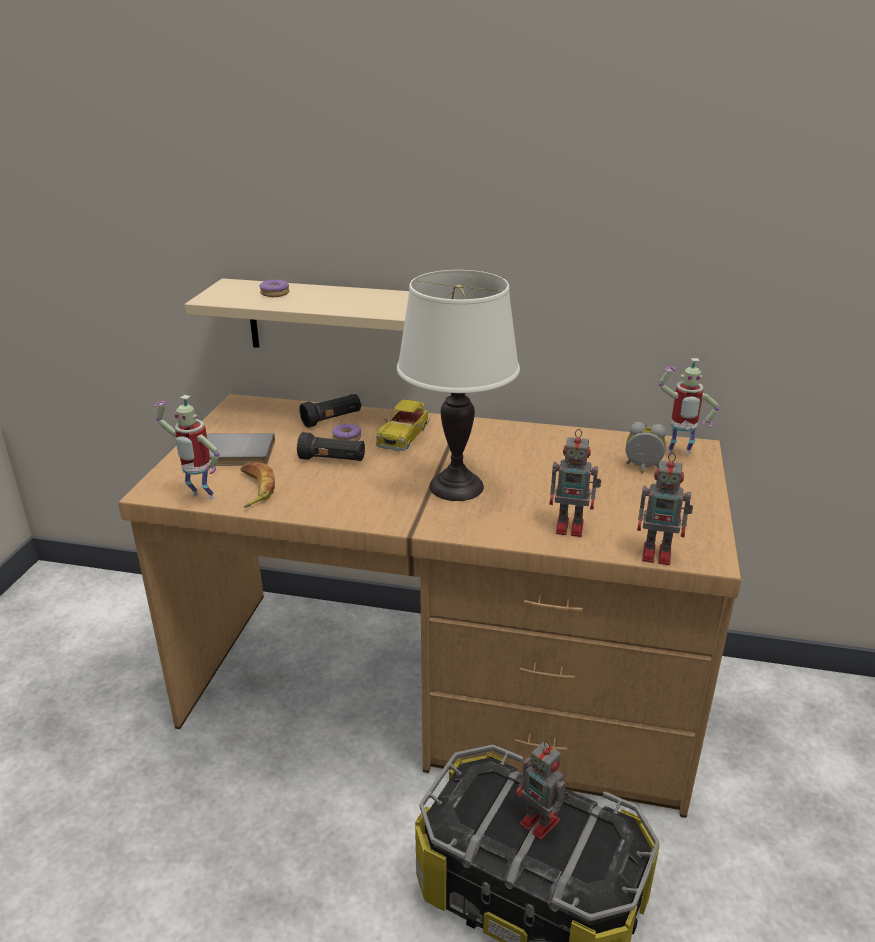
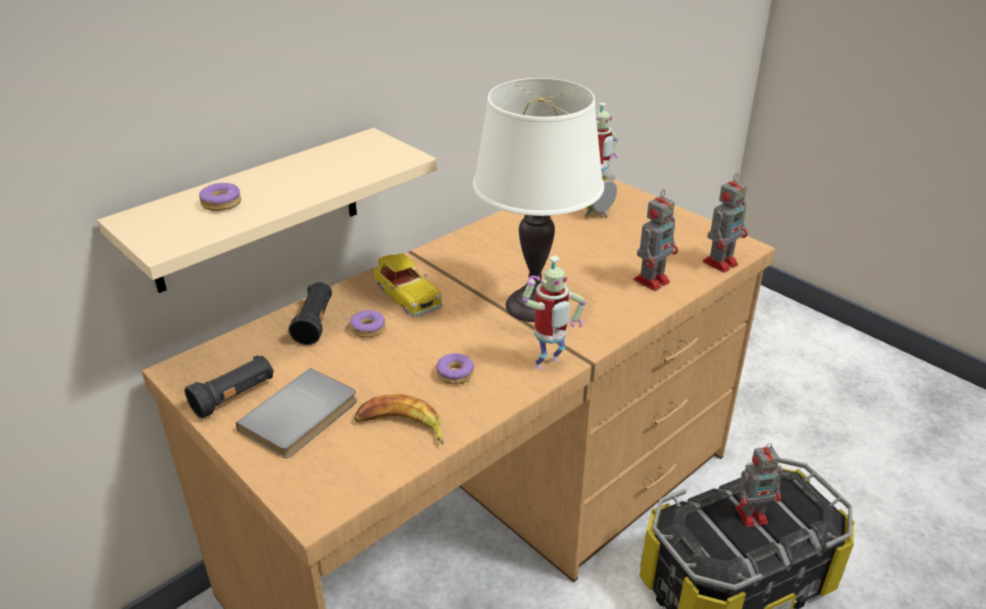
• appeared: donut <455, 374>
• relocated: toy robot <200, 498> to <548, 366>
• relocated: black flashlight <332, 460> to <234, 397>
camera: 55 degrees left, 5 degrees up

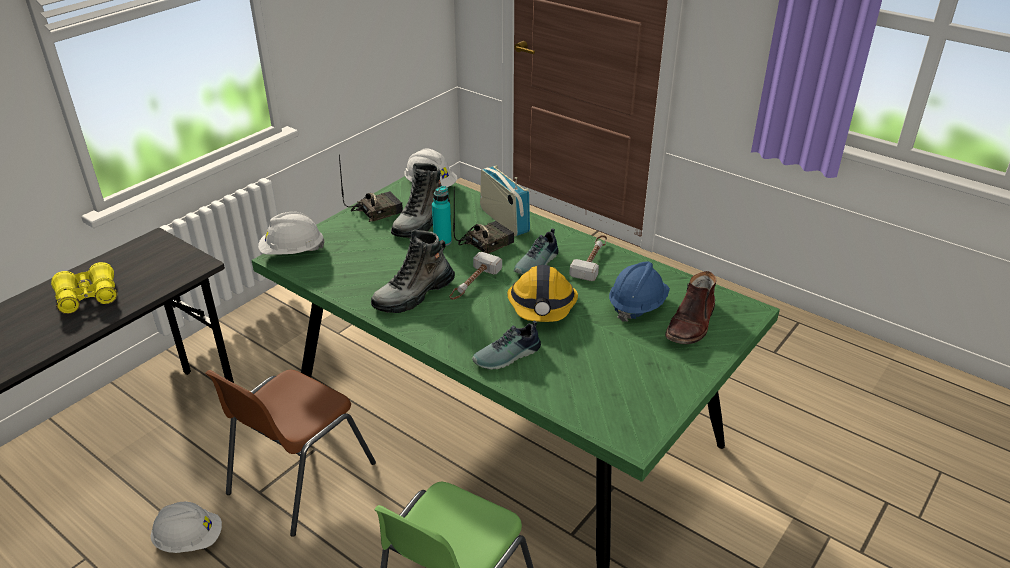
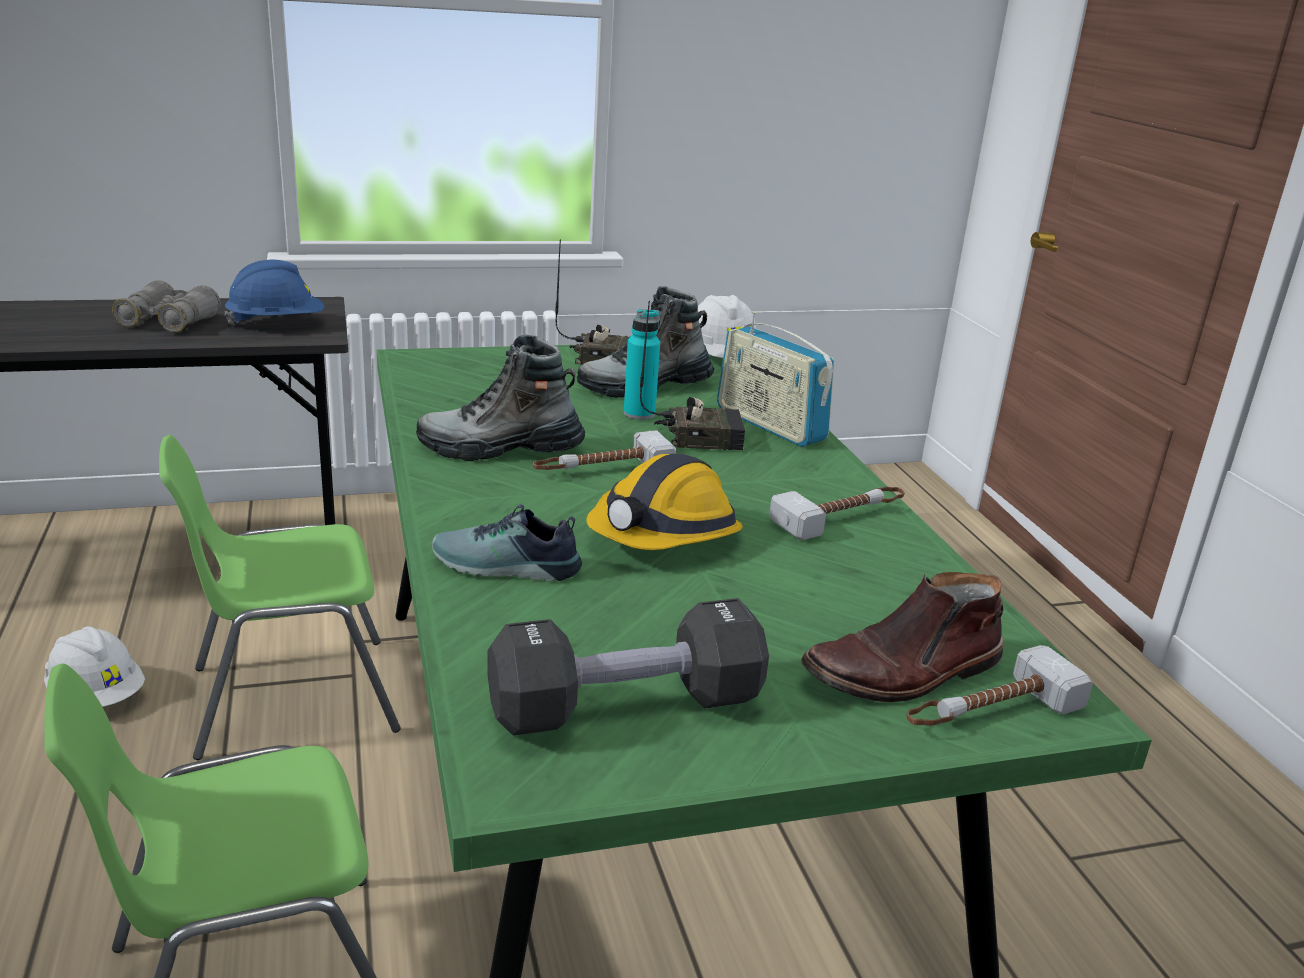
• missing: white hard hat <292, 252>
• missing: shoe <538, 263>
• appeared: black dumbbell <626, 706>
• appeared: hammer <989, 711>
• relocated: blue hard hat <637, 305> to <277, 324>
• colour: yellow binoculars <88, 297> to grey binoculars <169, 322>
• colour: brown chair <298, 479> to green chair <290, 697>
• spun: radio <504, 220> = <769, 425> 135 degrees clockwise
camera: 35 degrees right, 10 degrees down

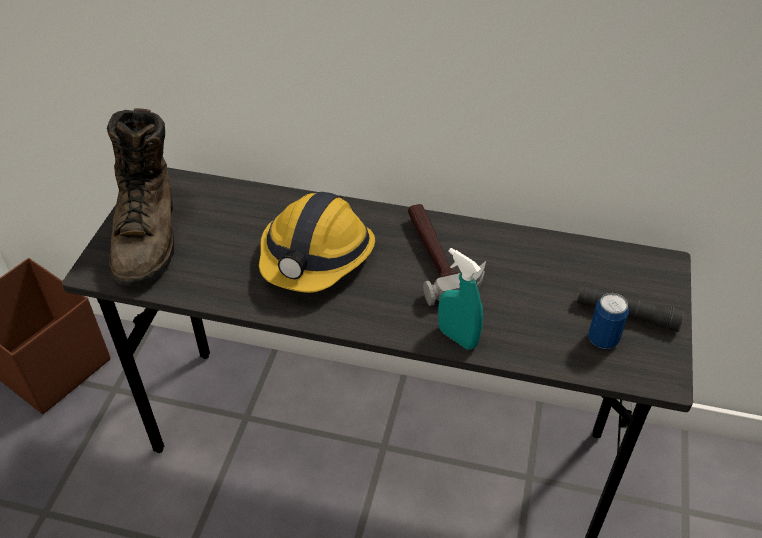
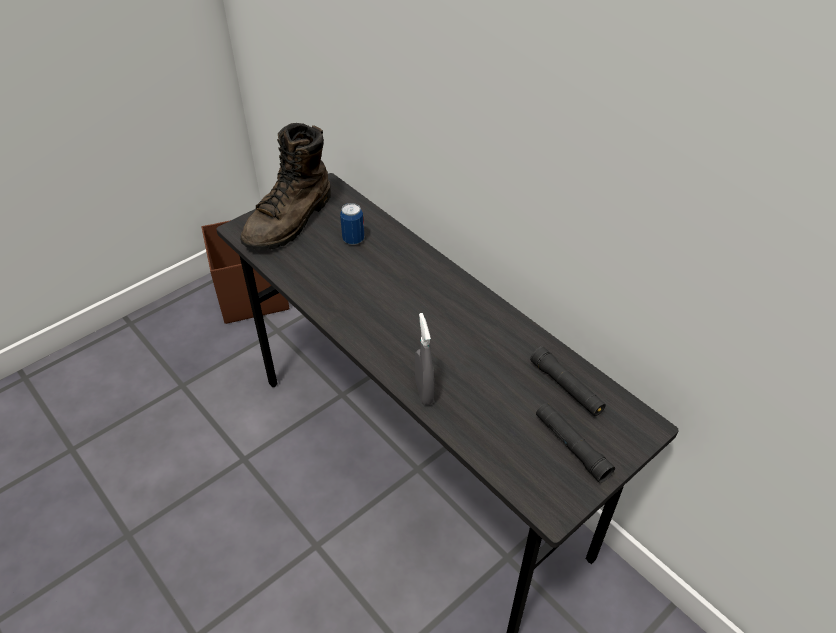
• missing: hard hat <316, 257>
• missing: hammer <440, 258>
• appeared: black flashlight <566, 387>
• relocated: can <603, 339> to <353, 239>
• colour: turquoise spray bottle <457, 337> to grey spray bottle <424, 392>
camera: 35 degrees right, 0 degrees up

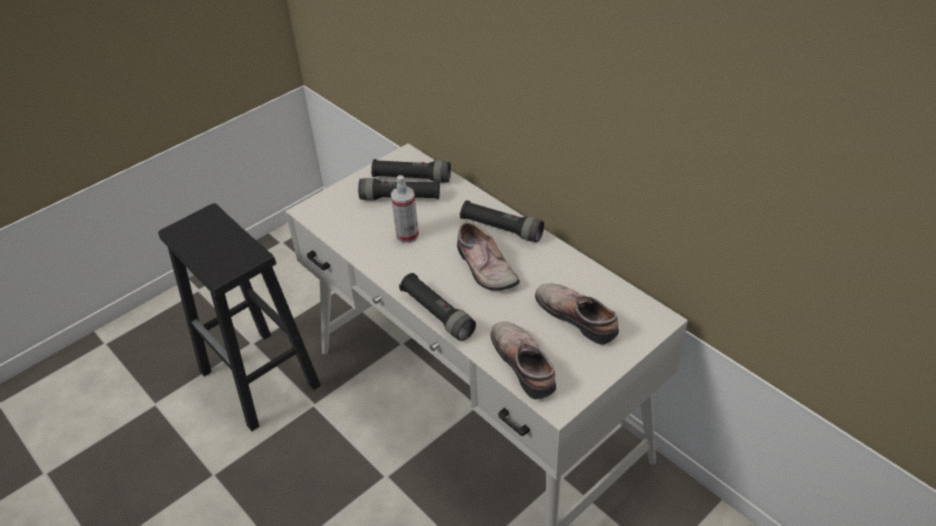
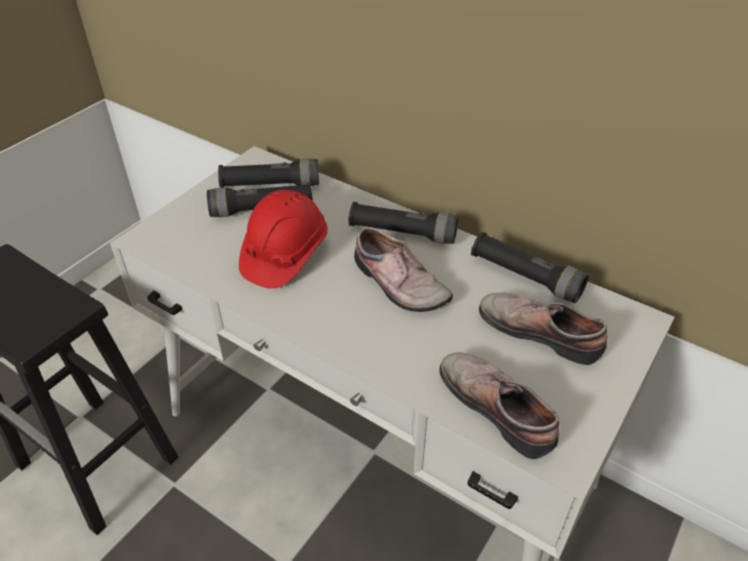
• relocated: black flashlight <437, 314> to <525, 277>
• exchanged: spray bottle <407, 235> to red hard hat <284, 255>
camera: 15 degrees left, 0 degrees up

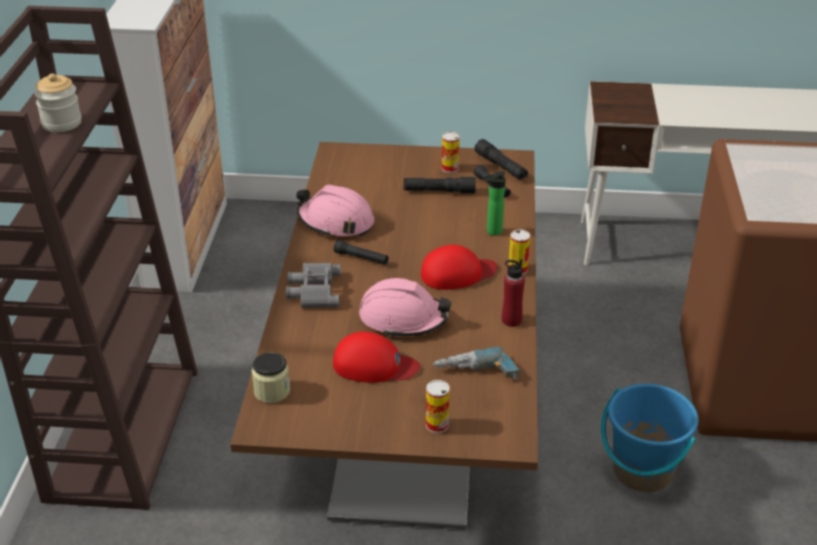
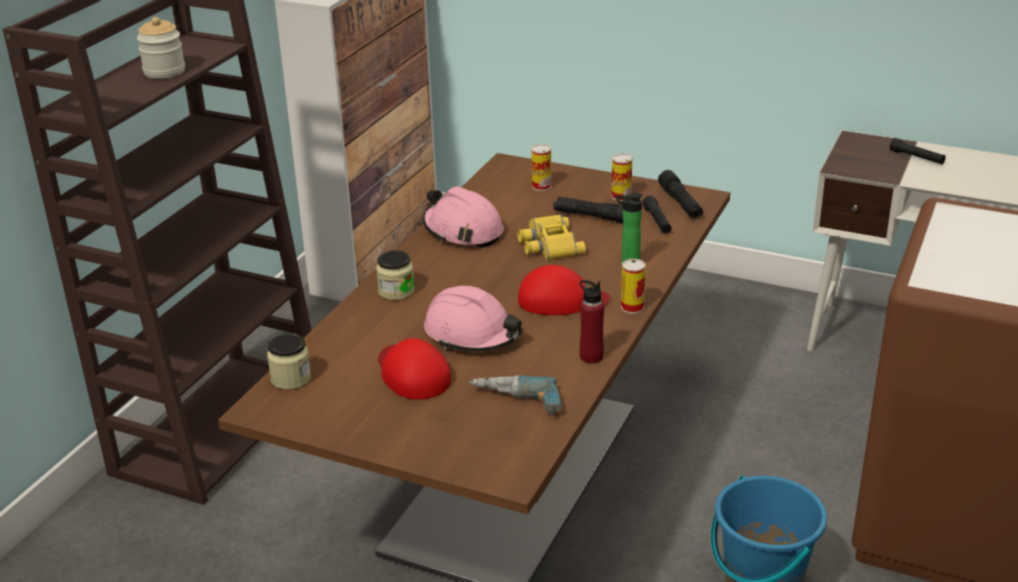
• appeared: yellow binoculars <548, 244>
• relocated: black flashlight <361, 258> to <916, 158>
• relocated: can <437, 425> to <541, 186>
• exchanged: grey binoculars <313, 290> to jar <396, 291>
• spun: red cap <374, 365> = <412, 373> 150 degrees counterclockwise
camera: 20 degrees right, 5 degrees down

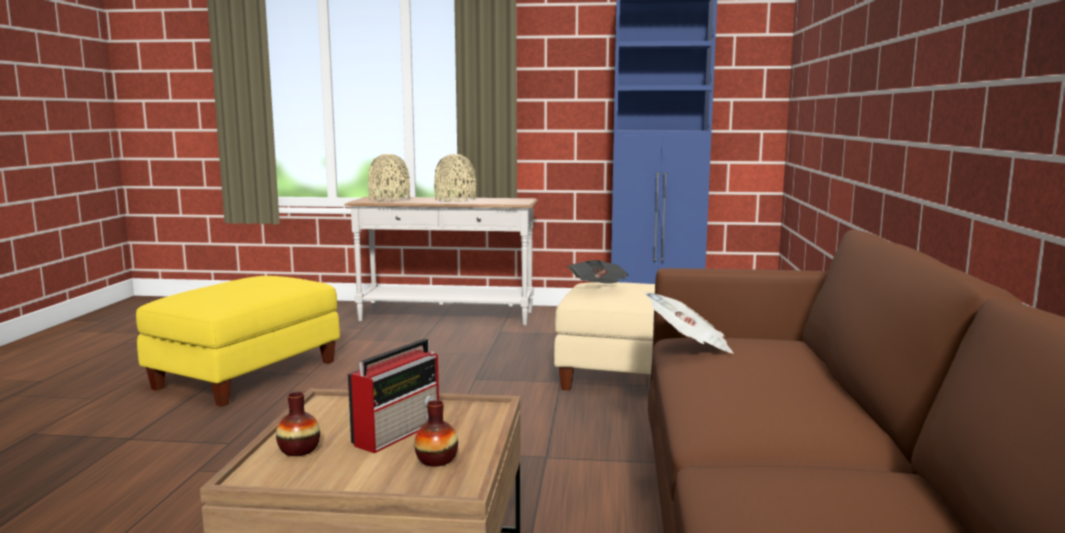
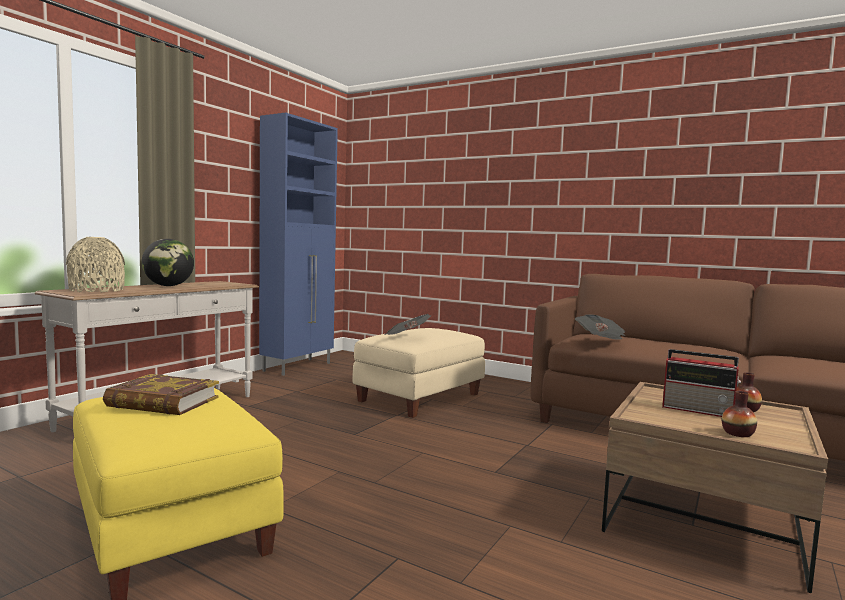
• appeared: book <163, 402>
• exchanged: beige vase <455, 199> to globe <168, 286>
• spun: radio <399, 432> = <699, 410> 150 degrees clockwise
camera: 65 degrees left, 5 degrees down

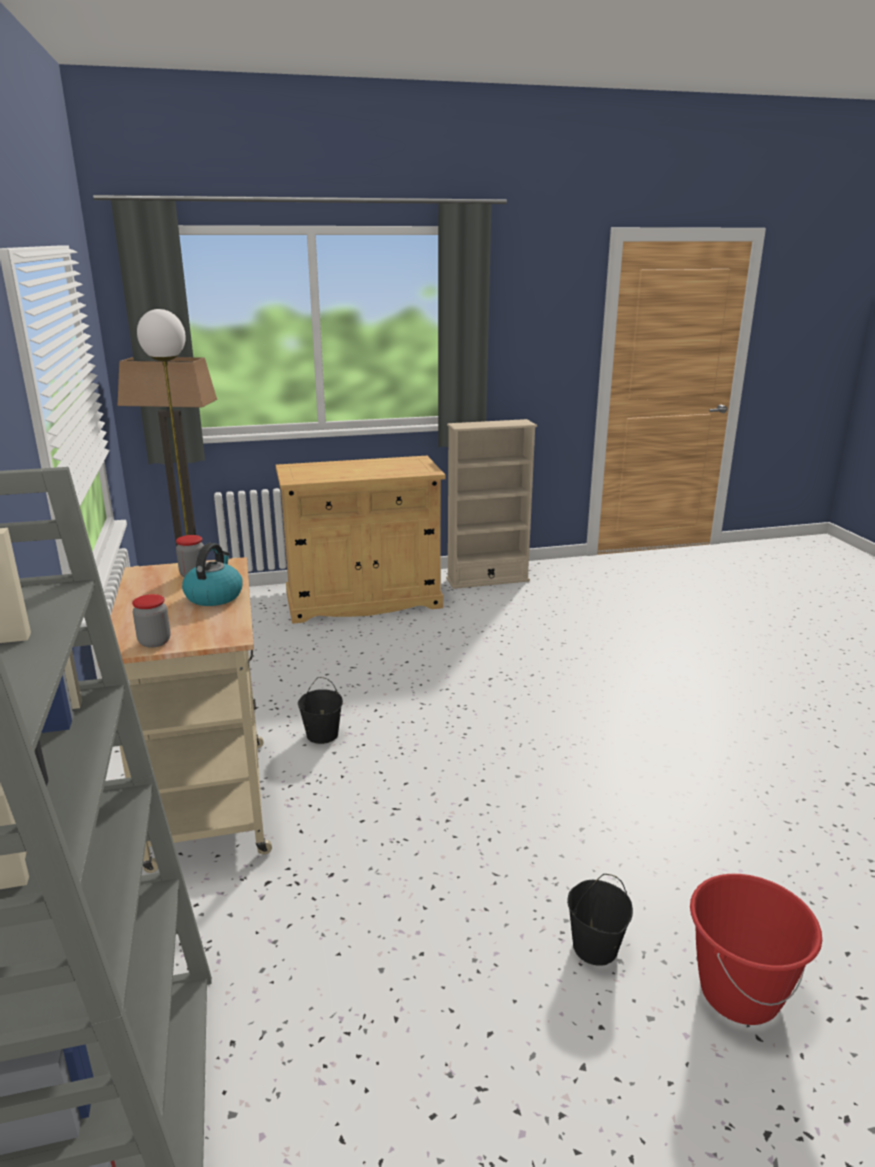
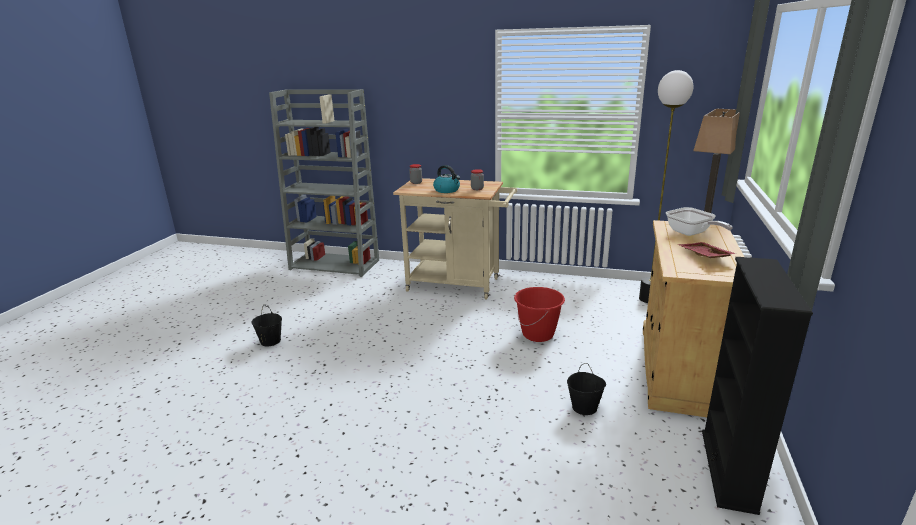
• appeared: frying pan <691, 233>
• appeared: red tray <703, 256>
• relocated: black bucket <322, 735> to <584, 407>
• relocated: red bucket <738, 993> to <538, 334>
• colour: beige bookcase <487, 580> to black bookcase <728, 469>
camera: 120 degrees right, 0 degrees up

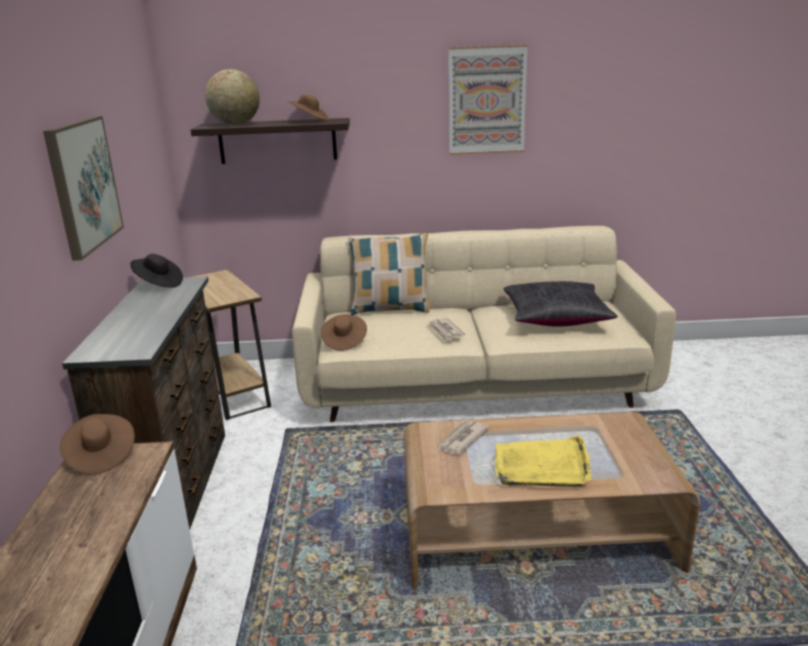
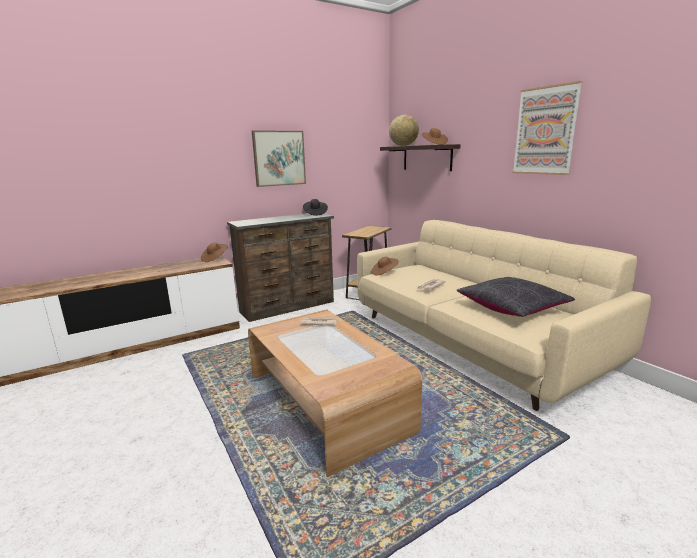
• missing: pillow <390, 309>
• missing: yellow tray <542, 466>
camera: 60 degrees right, 5 degrees down

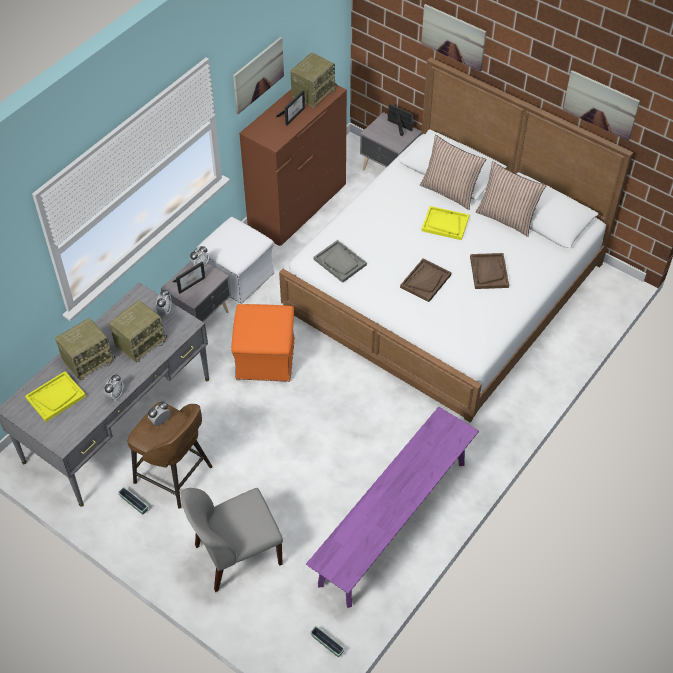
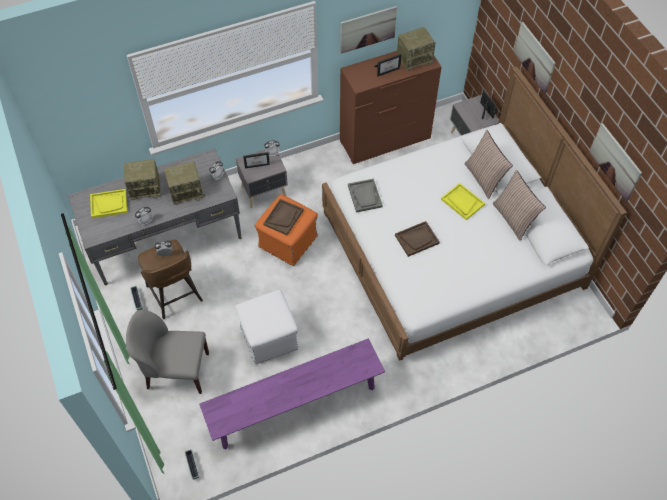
• relocated: white ottoman <237, 276> to <268, 337>
• relocated: brown tray <489, 272> to <283, 217>
camera: 30 degrees right, 5 degrees up

